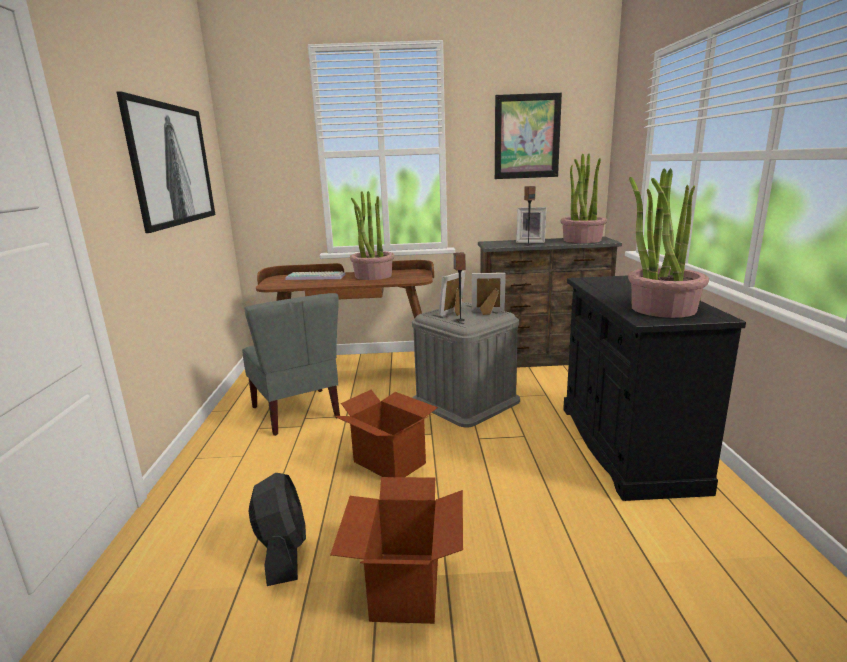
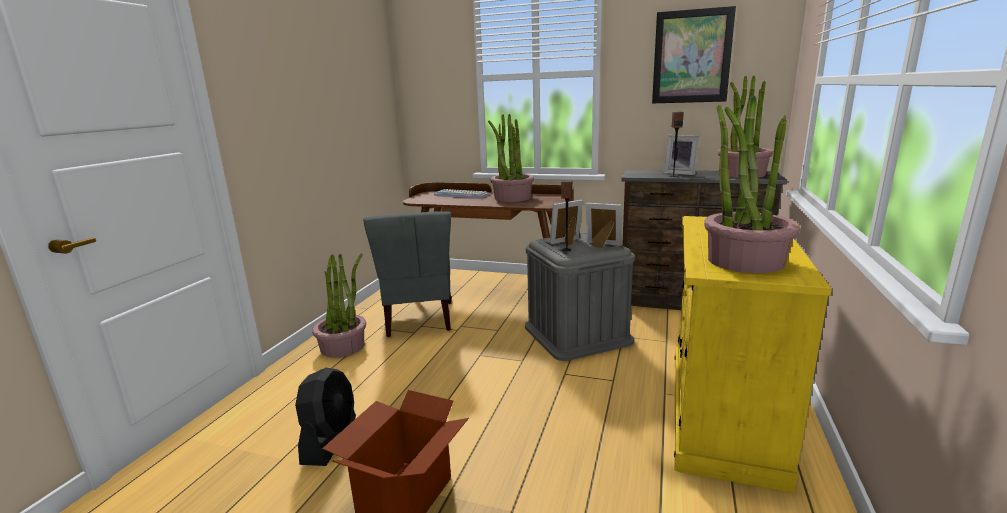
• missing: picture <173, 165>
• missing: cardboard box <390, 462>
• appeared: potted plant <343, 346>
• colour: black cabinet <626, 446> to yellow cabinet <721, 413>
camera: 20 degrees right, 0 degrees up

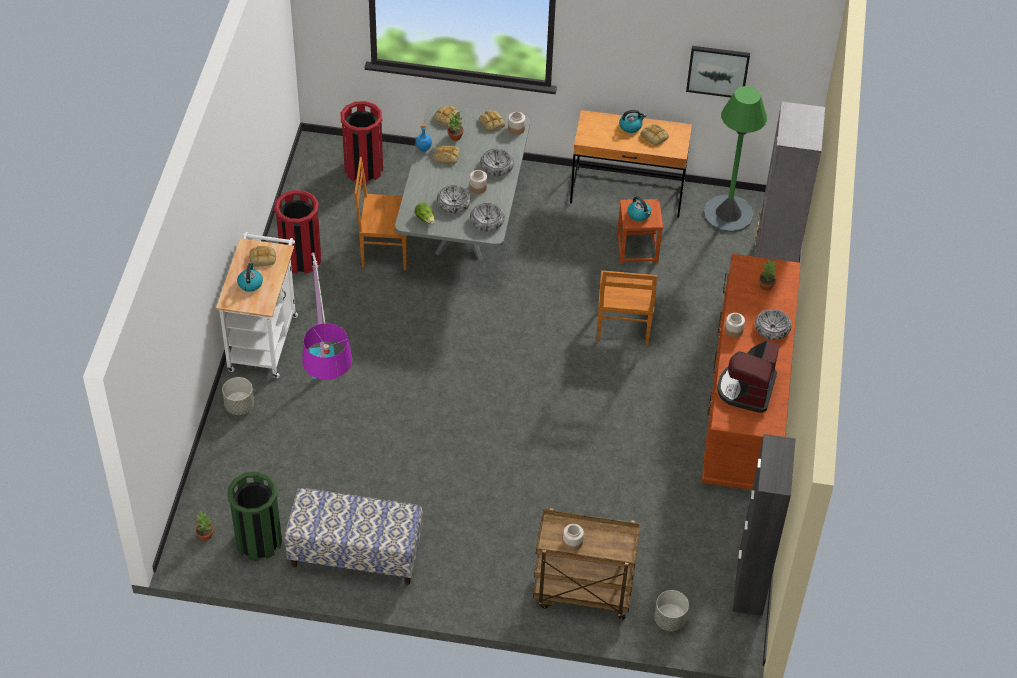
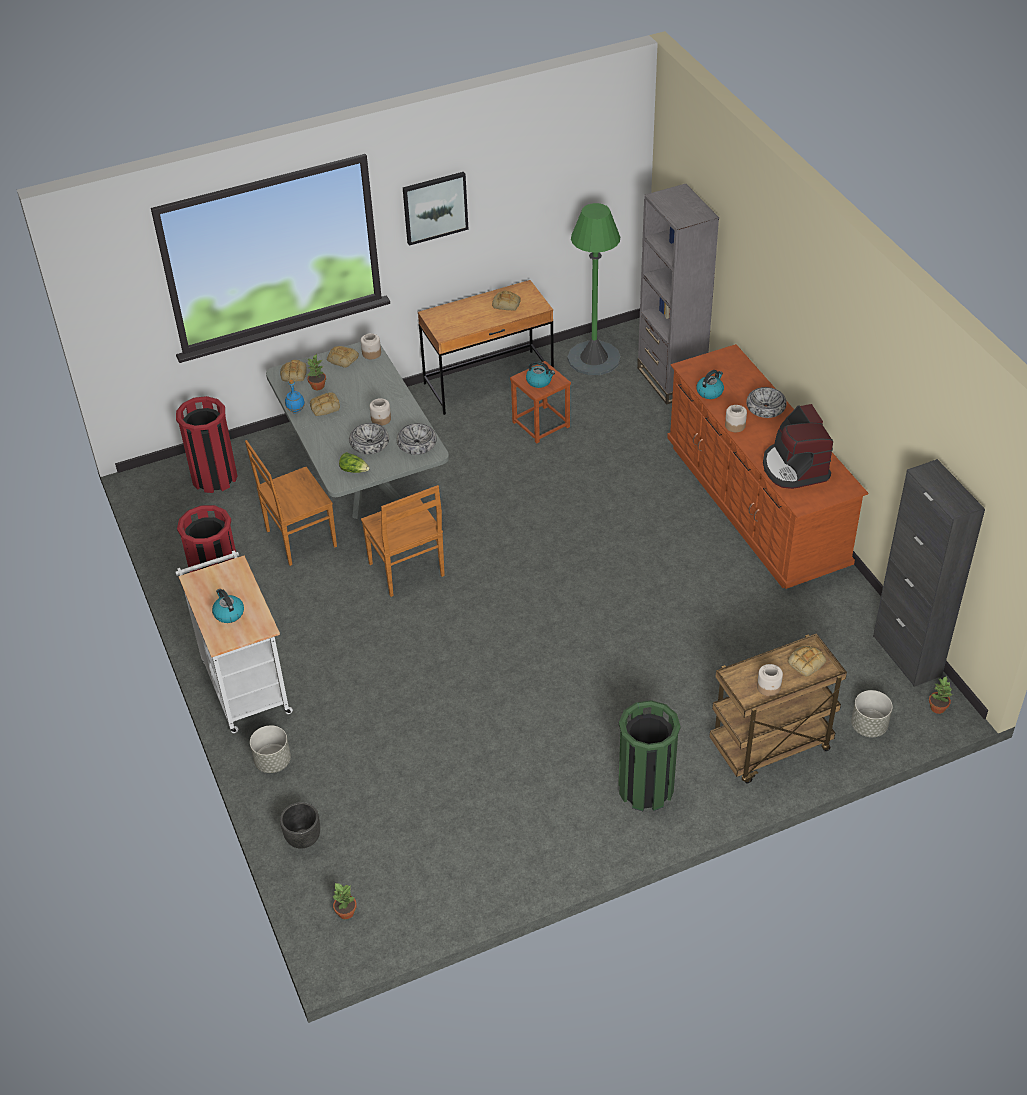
• missing: bench <355, 554>
• missing: floor lamp <329, 417>
• missing: bowl <497, 166>
• appeared: black planter <303, 839>
• relocated: green trash can <258, 541> to <645, 788>
• relocated: bread <263, 258> to <806, 662>
• relocated: brown chair <623, 328> to <407, 571>
• relocated: kettle <631, 126> to <710, 392>
• relocated: picture <718, 71> to <435, 207>
• relocated: potted plant <766, 285> to <937, 707>
camera: 30 degrees left, 5 degrees down

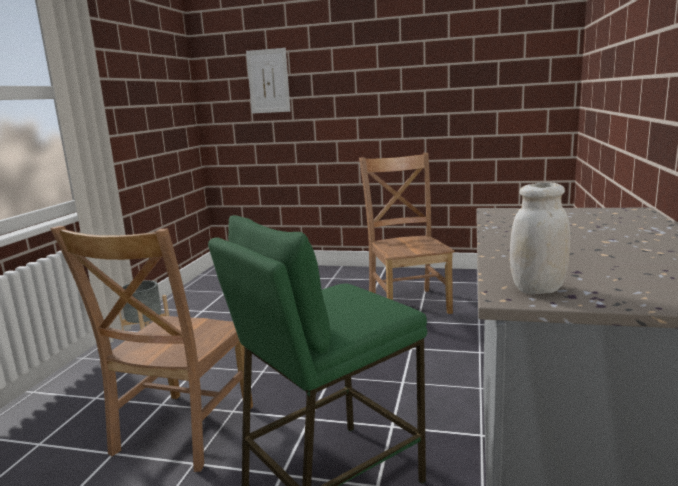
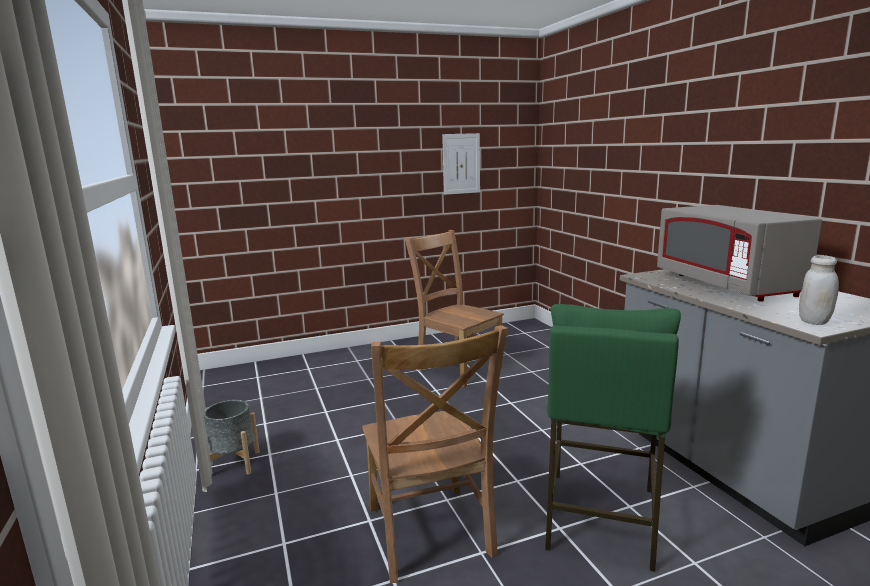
• appeared: grey microwave <726, 285>
• relocated: picture <268, 81> to <461, 164>
camera: 35 degrees left, 0 degrees up

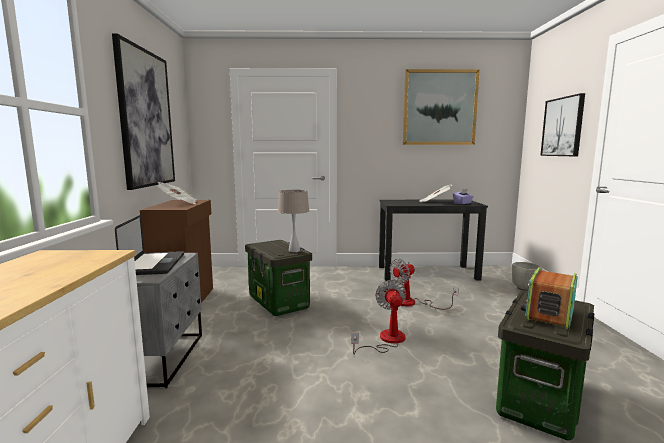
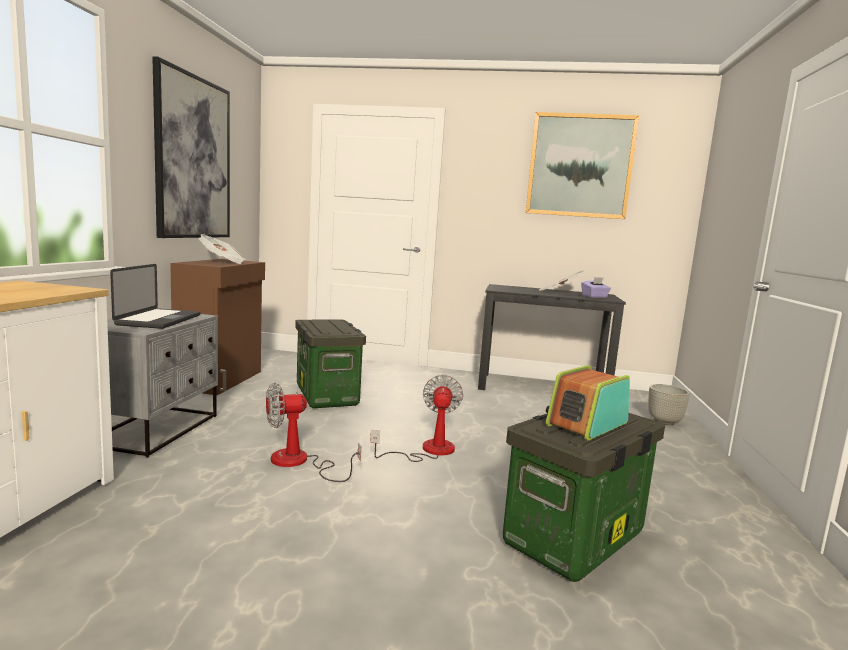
• missing: beige table lamp <294, 250>
• missing: picture <563, 127>
• relocated: fan <413, 303> to <299, 462>
camera: 10 degrees right, 0 degrees up

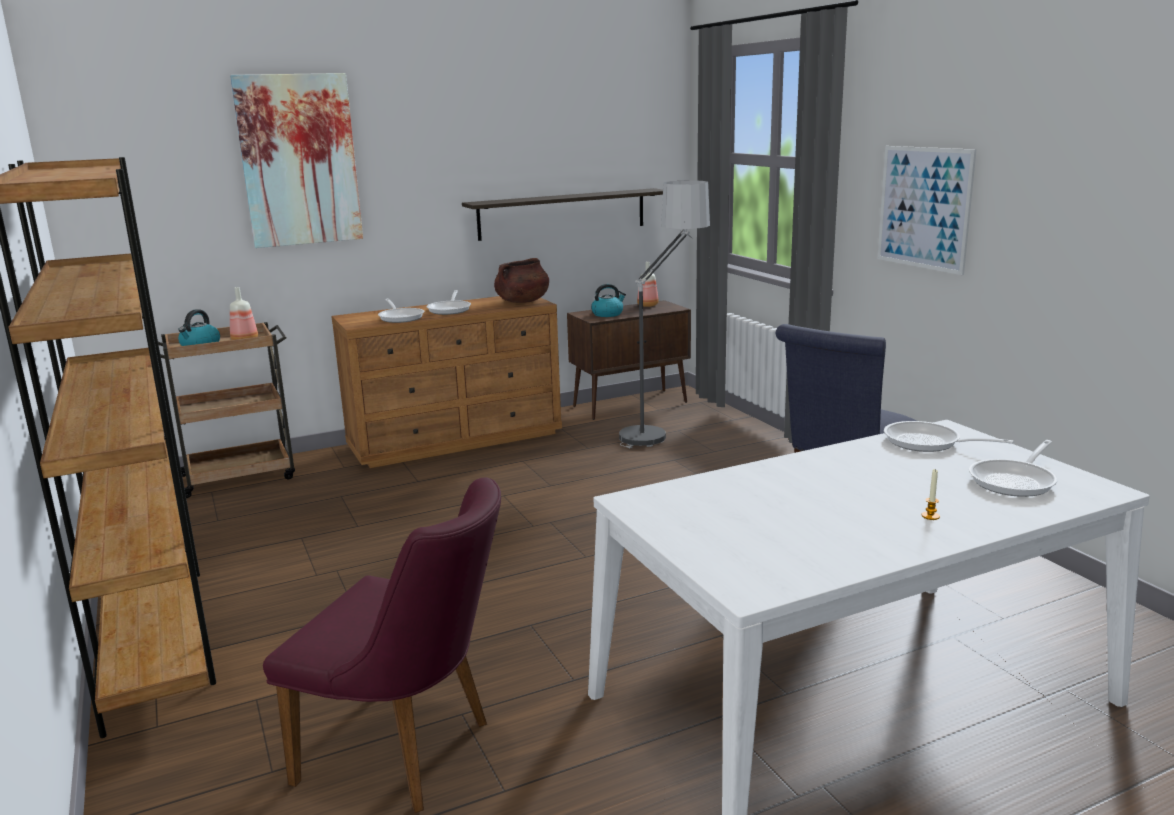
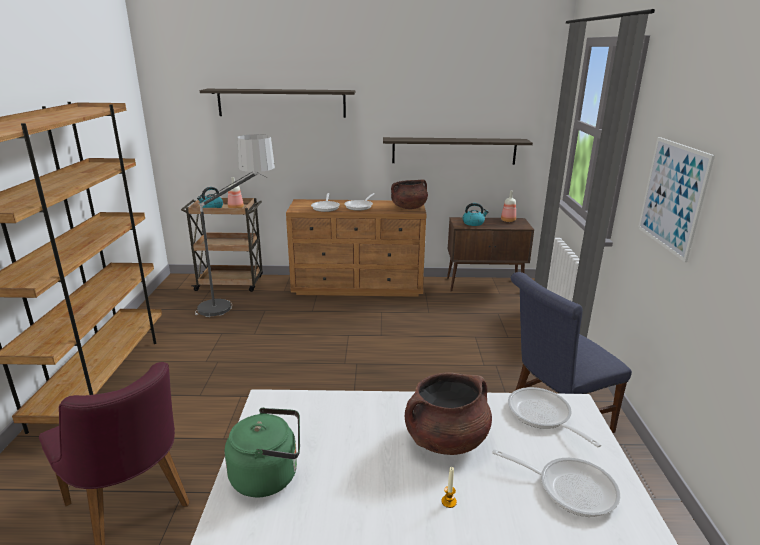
• appeared: green kettle <269, 476>
• appeared: brown cooking pot <445, 440>
• relocated: floor lamp <661, 428> to <240, 304>
• exchanged: picture <299, 160> to shelf <281, 103>
• spun: frying pan <1015, 481> = <569, 488> 135 degrees counterclockwise
camera: 25 degrees right, 5 degrees up

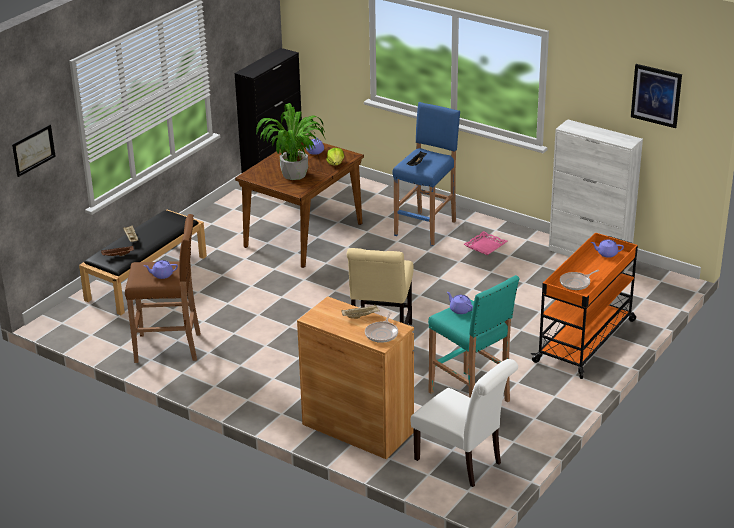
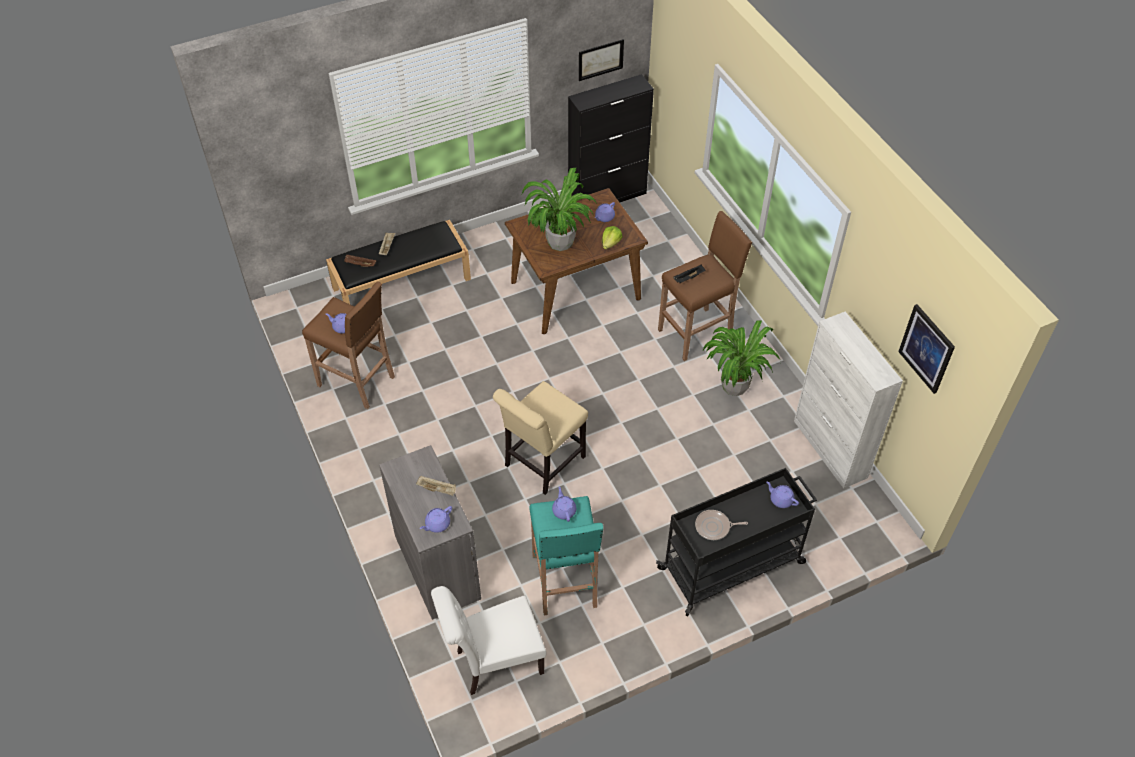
• relocated: picture <33, 150> to <600, 59>
• exchanged: frying pan <382, 333> to purple teapot <437, 524>
• exchanged: pink tray <485, 246> to potted plant <734, 385>
• colour: brown cabinet <357, 428> to grey cabinet <437, 567>
• colour: blue stool <426, 227> to brown stool <696, 333>
• colour: orange cart <585, 340> to black cart <733, 565>
• spun: white chair <462, 463> = <494, 663> 90 degrees clockwise
camera: 30 degrees right, 20 degrees up

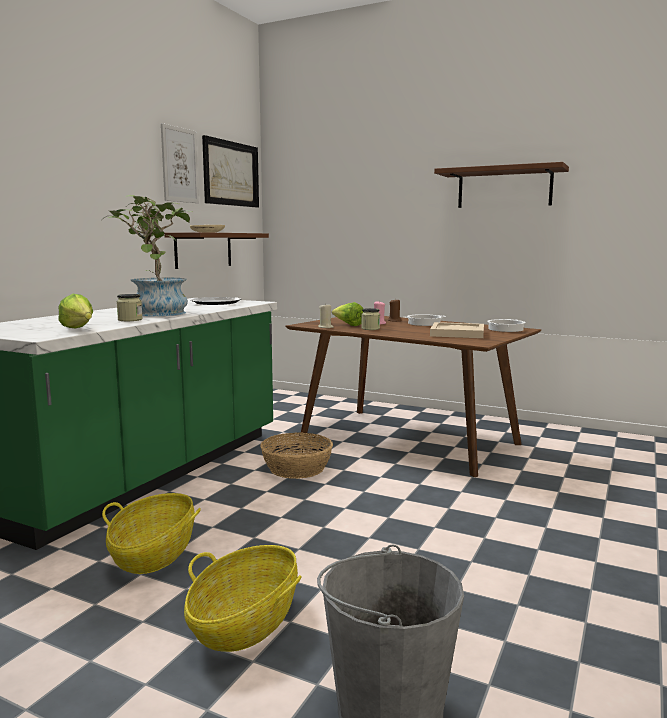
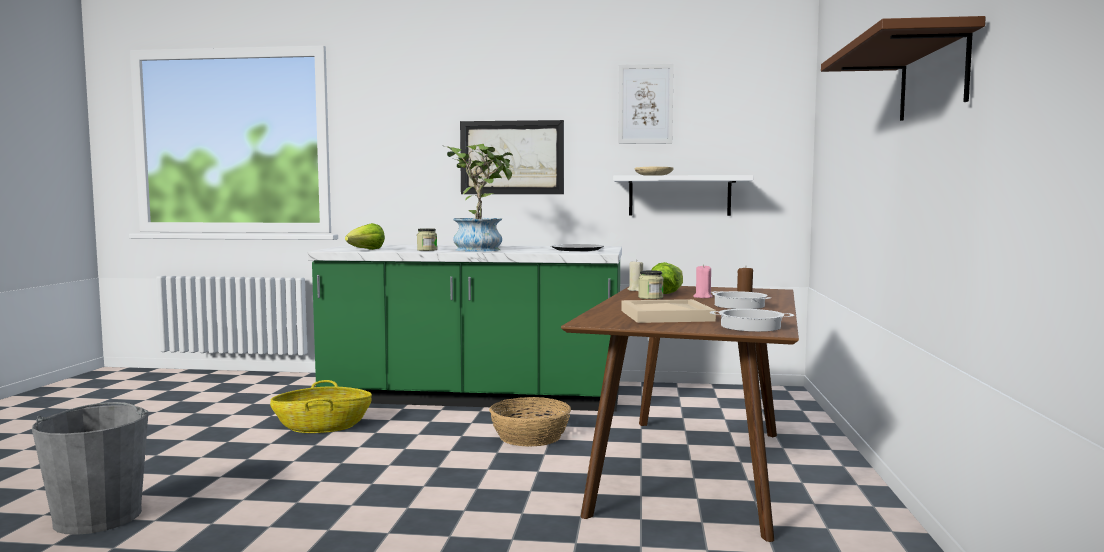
• missing: basket <245, 623>
• relocated: picture <231, 174> to <512, 157>
• colour: brown shelf <203, 250> to white shelf <679, 196>
camera: 70 degrees right, 5 degrees down

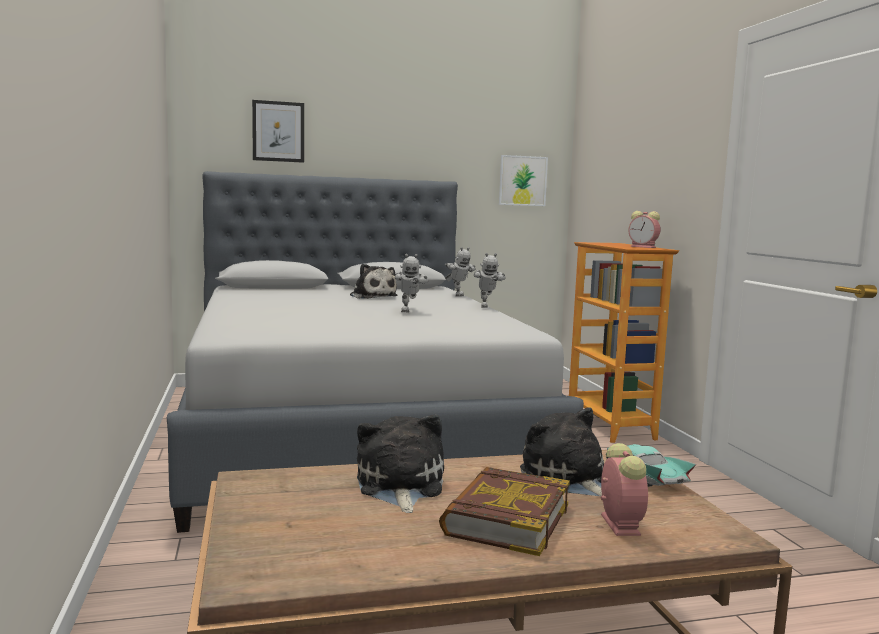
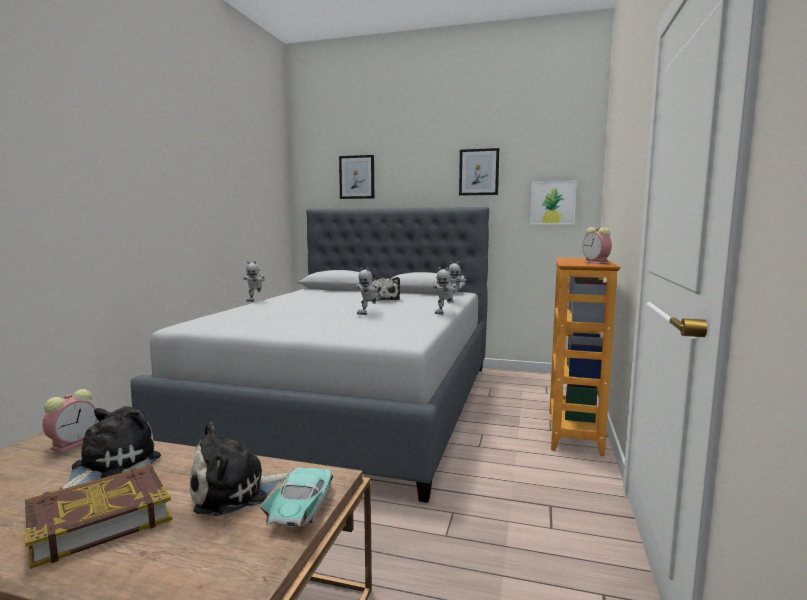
• appeared: toy robot <255, 301>
• appeared: picture <479, 172>
• relocated: alarm clock <618, 523> to <74, 443>
• spun: plush toy <569, 479> = <234, 491> 120 degrees counterclockwise
camera: 30 degrees right, 0 degrees up

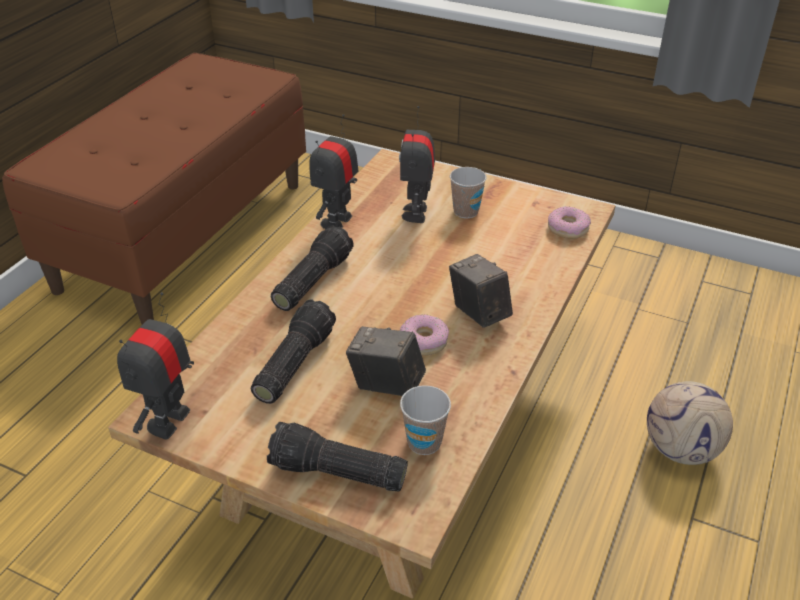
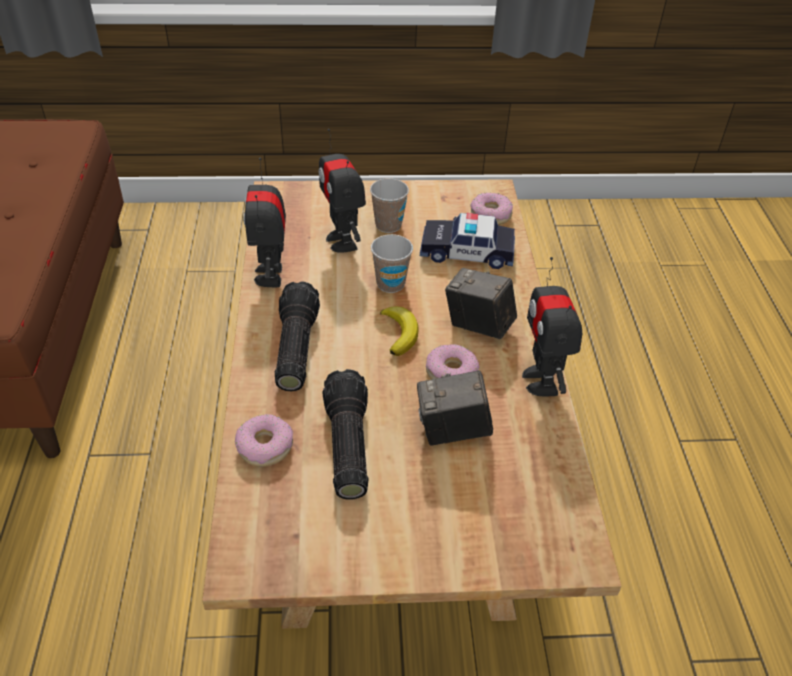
• missing: flashlight <336, 474>
• missing: football <681, 450>
• appeared: donut <265, 446>
• appeared: banana <400, 333>
• appeared: toy car <467, 252>
• relocated: toy robot <169, 421> to <541, 381>
• relocated: cup <424, 442> to <390, 284>
camera: 30 degrees left, 5 degrees up

